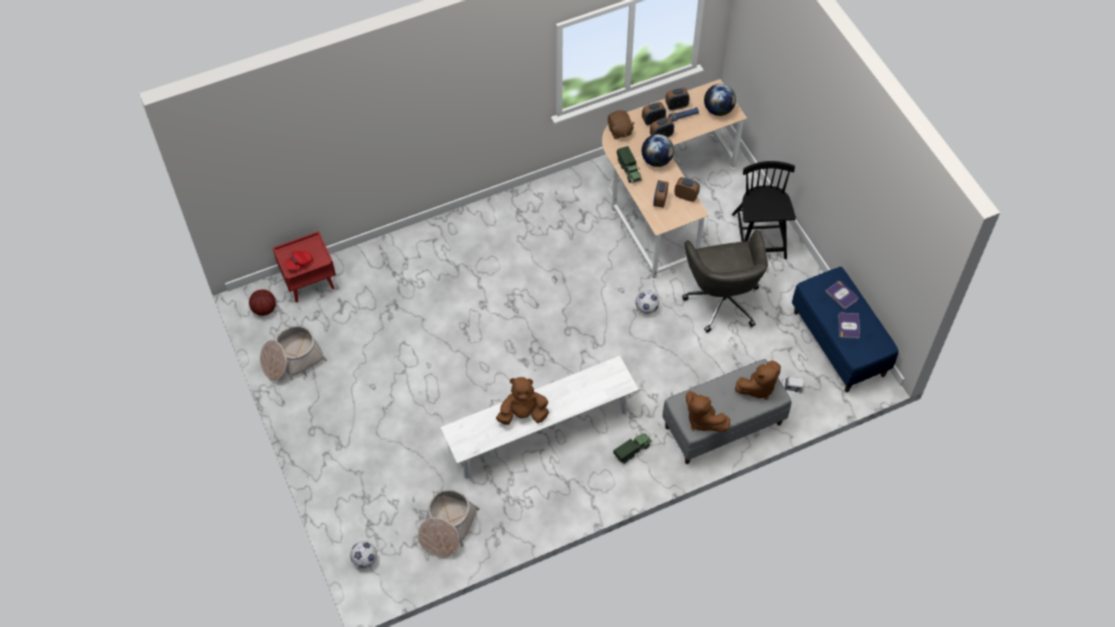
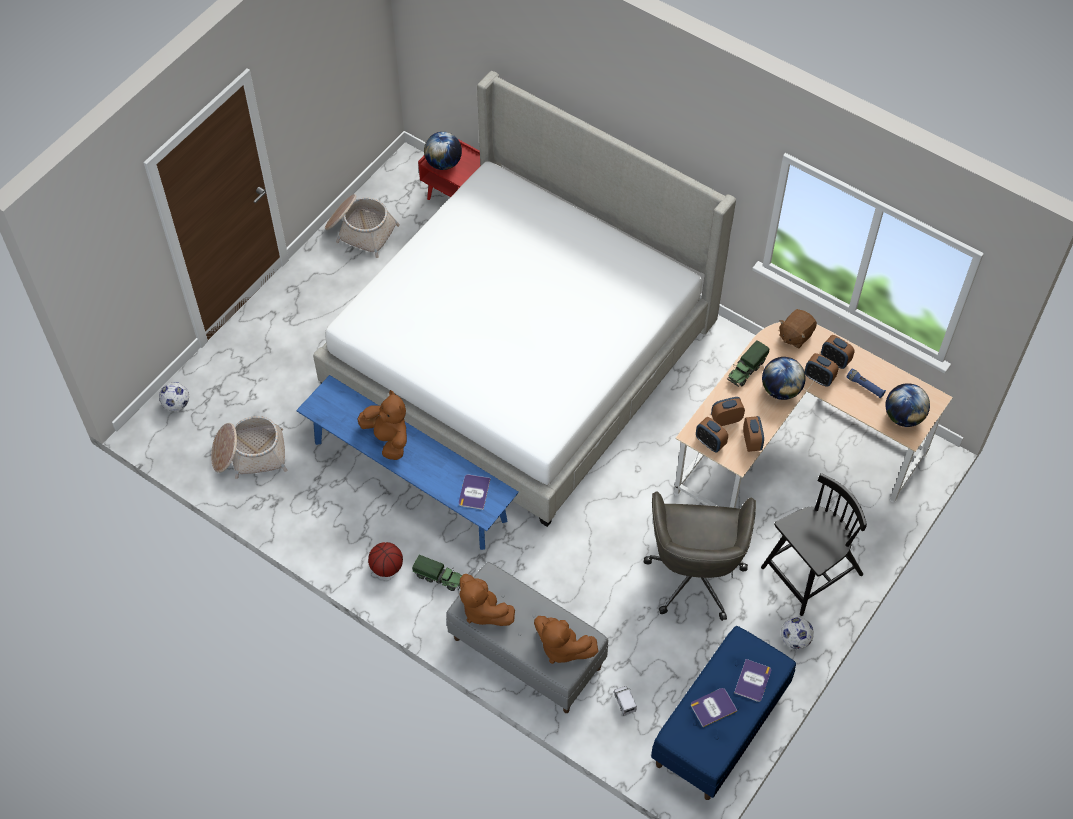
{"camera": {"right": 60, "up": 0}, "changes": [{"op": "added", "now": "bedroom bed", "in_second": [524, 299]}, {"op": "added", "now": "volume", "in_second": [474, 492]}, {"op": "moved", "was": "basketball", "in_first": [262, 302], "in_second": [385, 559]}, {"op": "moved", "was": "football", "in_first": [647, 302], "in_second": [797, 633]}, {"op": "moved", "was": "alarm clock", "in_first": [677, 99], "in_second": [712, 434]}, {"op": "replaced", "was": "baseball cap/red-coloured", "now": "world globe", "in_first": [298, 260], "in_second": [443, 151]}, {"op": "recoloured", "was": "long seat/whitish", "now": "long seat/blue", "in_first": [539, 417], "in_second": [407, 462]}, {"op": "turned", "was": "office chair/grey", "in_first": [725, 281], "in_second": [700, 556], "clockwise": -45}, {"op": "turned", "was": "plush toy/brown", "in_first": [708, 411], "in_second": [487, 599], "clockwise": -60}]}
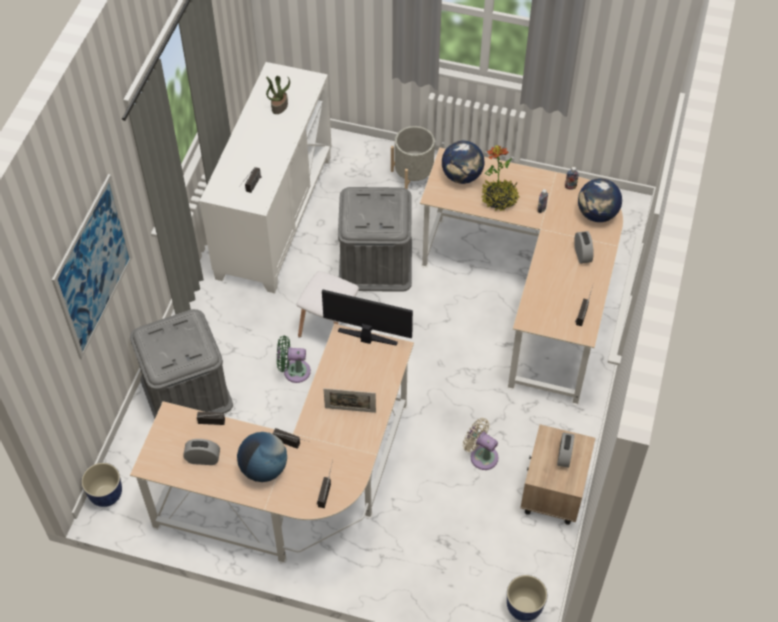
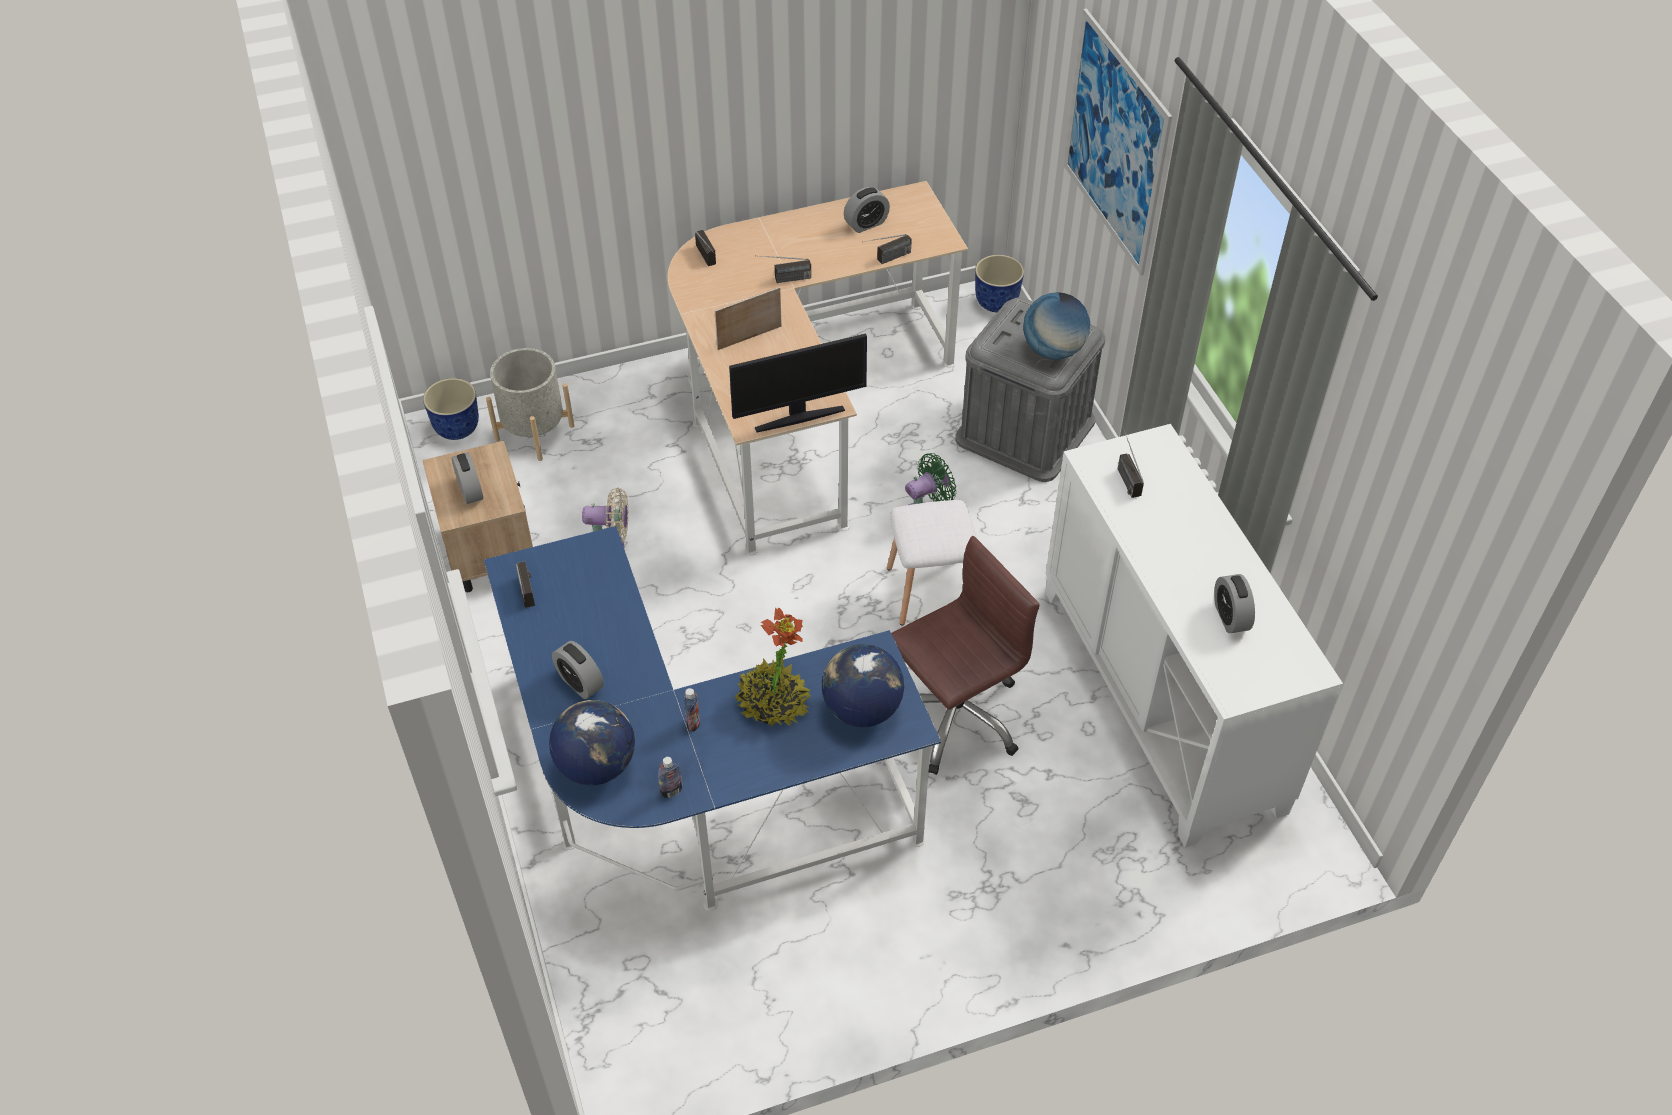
{"camera": {"right": 145, "up": -5}, "changes": [{"op": "moved", "was": "world globe", "in_first": [262, 457], "in_second": [1056, 326]}, {"op": "moved", "was": "planter/grey", "in_first": [413, 158], "in_second": [530, 404]}, {"op": "replaced", "was": "potted plant", "now": "alarm clock", "in_first": [278, 95], "in_second": [1234, 603]}, {"op": "replaced", "was": "storage box/grey", "now": "office chair/brown", "in_first": [375, 239], "in_second": [965, 655]}, {"op": "recoloured", "was": "desk/beige", "now": "desk/blue", "in_first": [521, 276], "in_second": [712, 718]}]}
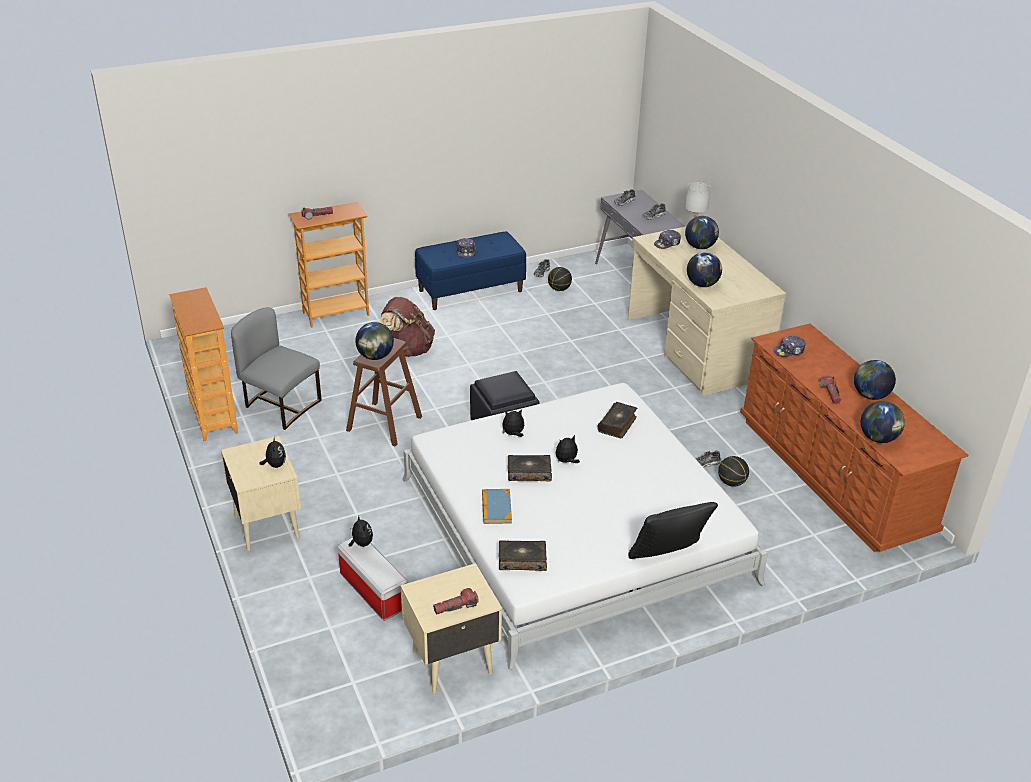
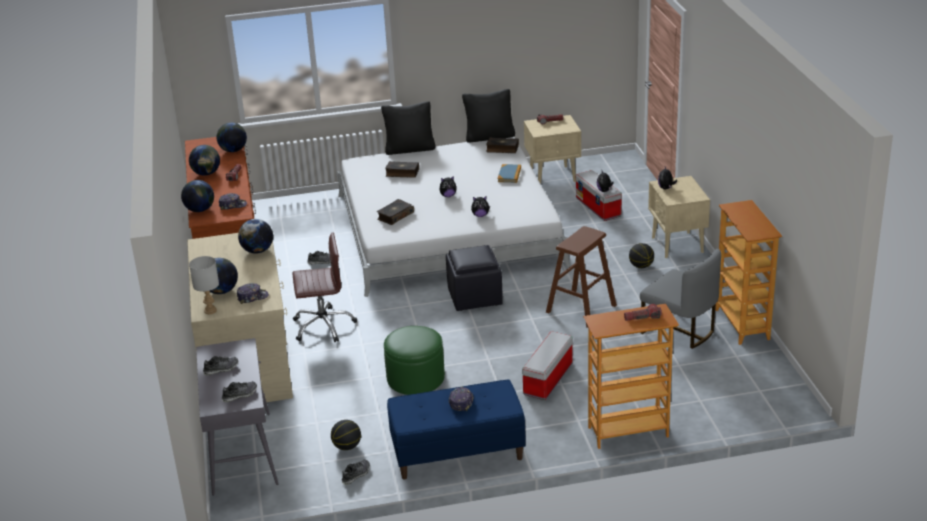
{"camera": {"right": -165, "up": -5}, "changes": [{"op": "added", "now": "office chair/brown", "in_second": [324, 287]}, {"op": "added", "now": "ottoman/green-coloured", "in_second": [414, 360]}, {"op": "added", "now": "pillow/black", "in_second": [488, 116]}, {"op": "moved", "was": "world globe", "in_first": [374, 341], "in_second": [197, 196]}, {"op": "moved", "was": "volume", "in_first": [530, 468], "in_second": [402, 169]}, {"op": "moved", "was": "basketball", "in_first": [733, 471], "in_second": [641, 255]}, {"op": "replaced", "was": "knapsack/brown", "now": "storage box", "in_first": [407, 326], "in_second": [547, 365]}]}
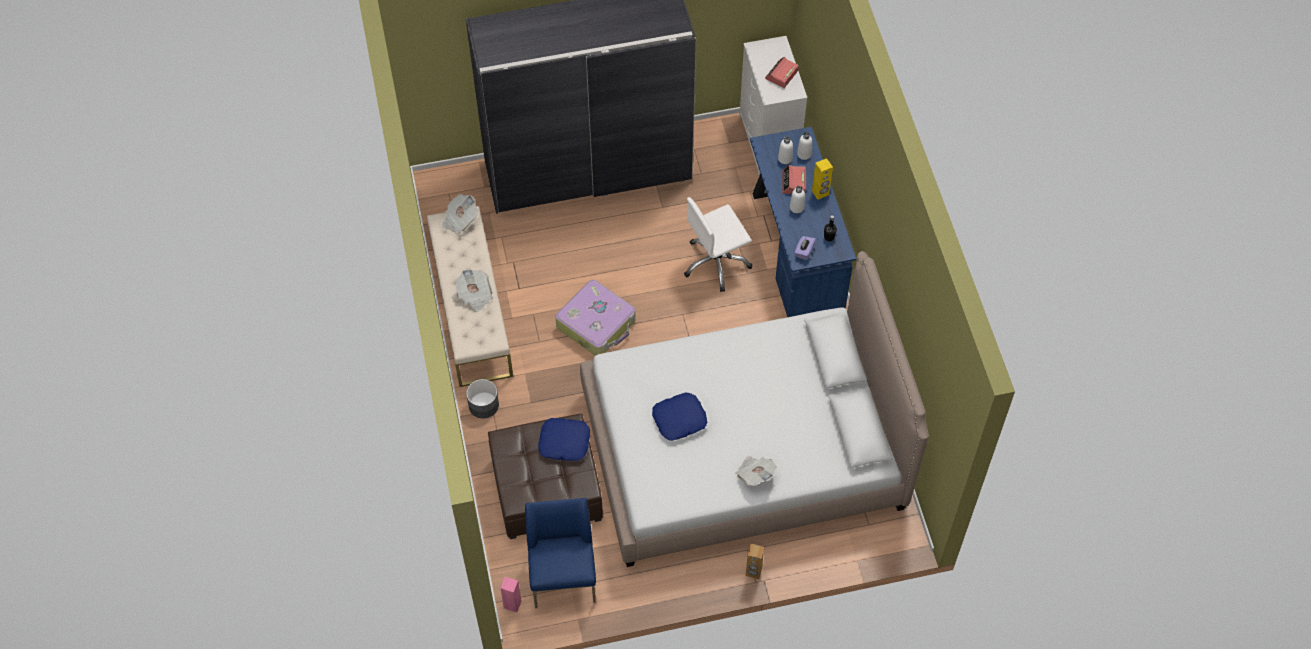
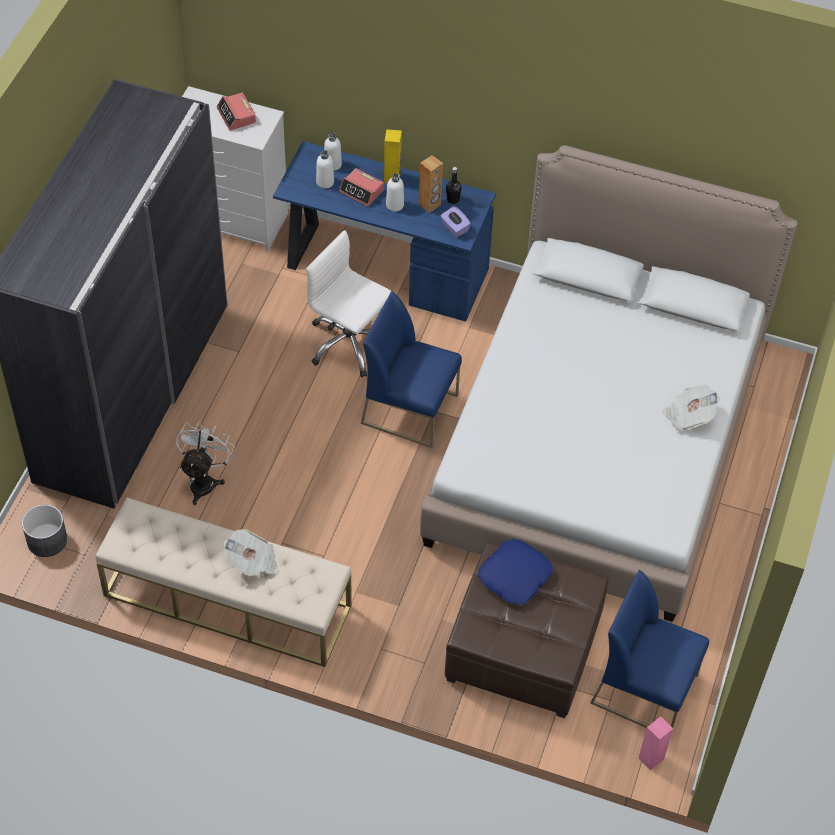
{"camera": {"right": -60, "up": -5}, "changes": [{"op": "removed", "was": "printed paper", "in_first": [460, 214]}, {"op": "removed", "was": "suitcase", "in_first": [596, 318]}, {"op": "removed", "was": "pillow/blue", "in_first": [679, 416]}, {"op": "added", "now": "cooling fan/whitish", "in_second": [205, 463]}, {"op": "added", "now": "chair/blue", "in_second": [411, 369]}, {"op": "moved", "was": "planter/grey", "in_first": [482, 399], "in_second": [44, 530]}, {"op": "moved", "was": "audio speaker/brown", "in_first": [754, 561], "in_second": [431, 184]}, {"op": "turned", "was": "office chair/whitish", "in_first": [718, 244], "in_second": [348, 303], "clockwise": 120}]}
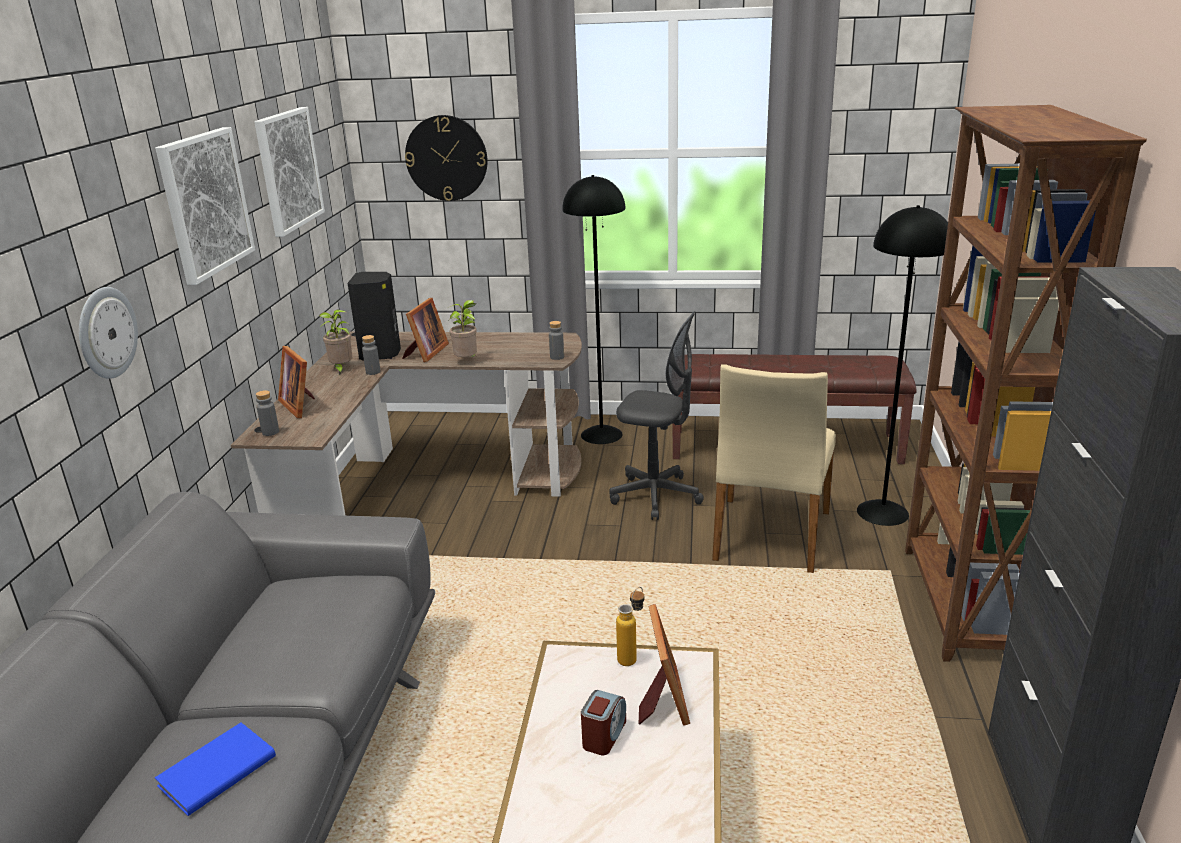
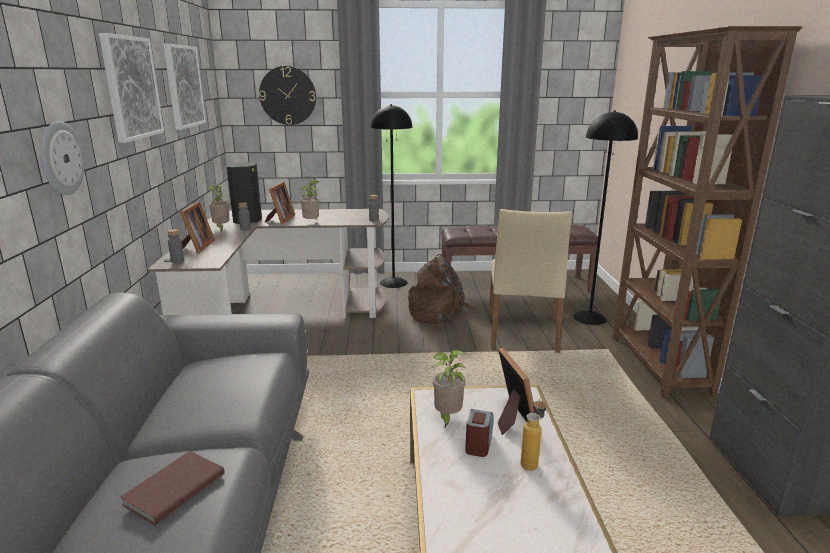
{"camera": {"right": -10, "up": -5}, "changes": [{"op": "added", "now": "potted plant", "in_second": [449, 389]}, {"op": "moved", "was": "beverage bottle", "in_first": [630, 626], "in_second": [533, 434]}, {"op": "replaced", "was": "office chair/grey", "now": "knapsack/brown", "in_first": [656, 415], "in_second": [444, 291]}, {"op": "recoloured", "was": "volume/blue", "now": "volume/brown", "in_first": [215, 769], "in_second": [172, 488]}, {"op": "turned", "was": "picture frame", "in_first": [296, 382], "in_second": [197, 227], "clockwise": -135}]}
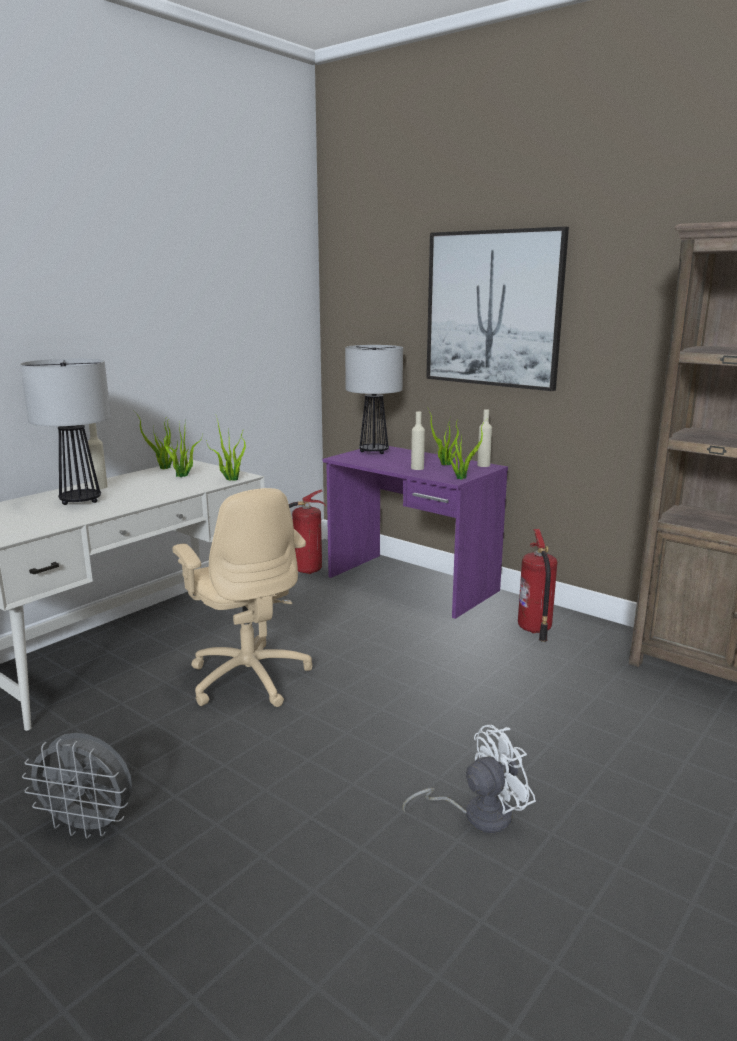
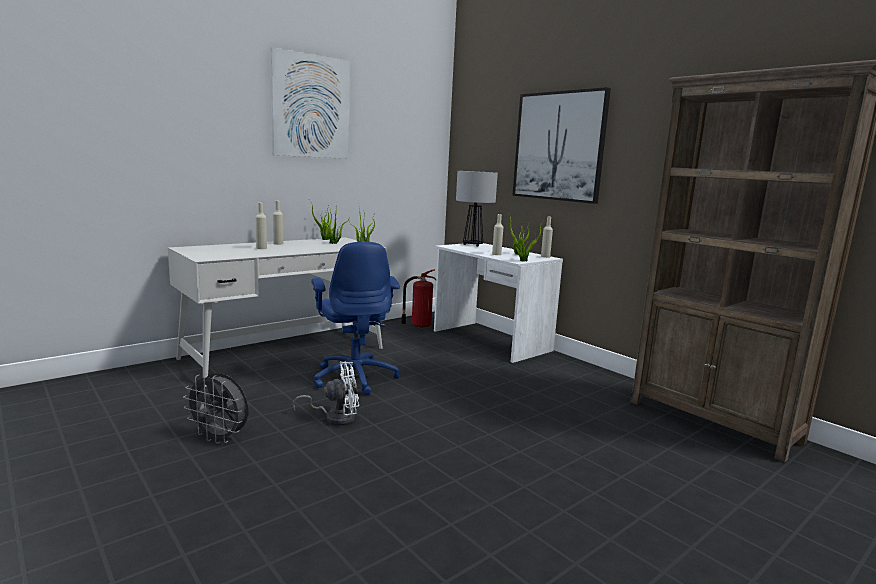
{"camera": {"right": 10, "up": -5}, "changes": [{"op": "removed", "was": "extinguisher", "in_first": [537, 585]}, {"op": "added", "now": "wall art", "in_second": [310, 103]}, {"op": "moved", "was": "cooling fan/whitish", "in_first": [469, 779], "in_second": [326, 394]}, {"op": "replaced", "was": "tabletop lamp", "now": "beverage bottle/beige", "in_first": [65, 431], "in_second": [261, 226]}, {"op": "recoloured", "was": "office chair/beige", "now": "office chair/blue", "in_first": [242, 597], "in_second": [355, 318]}, {"op": "recoloured", "was": "desk/purple", "now": "desk/whitish", "in_first": [415, 532], "in_second": [498, 303]}]}
